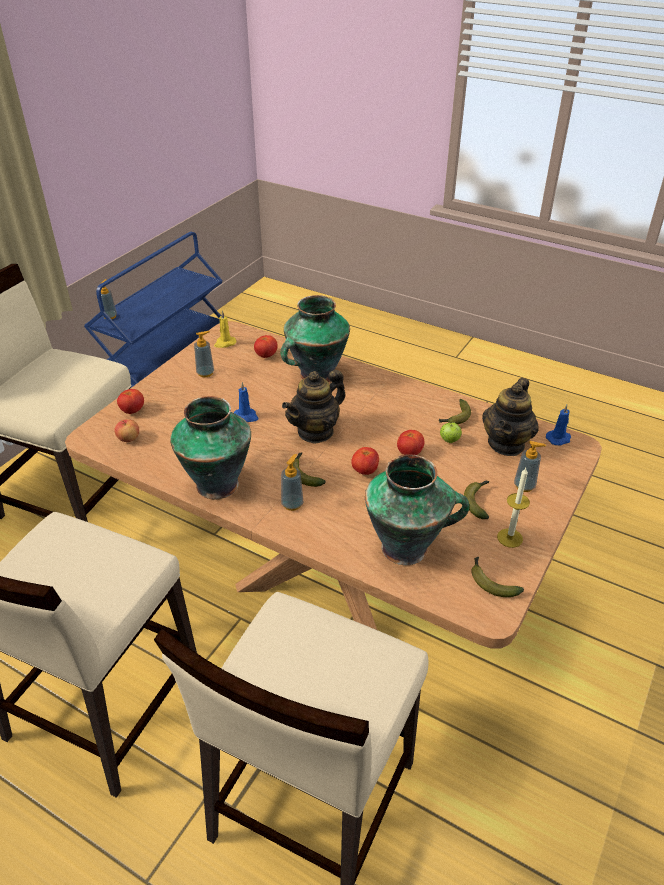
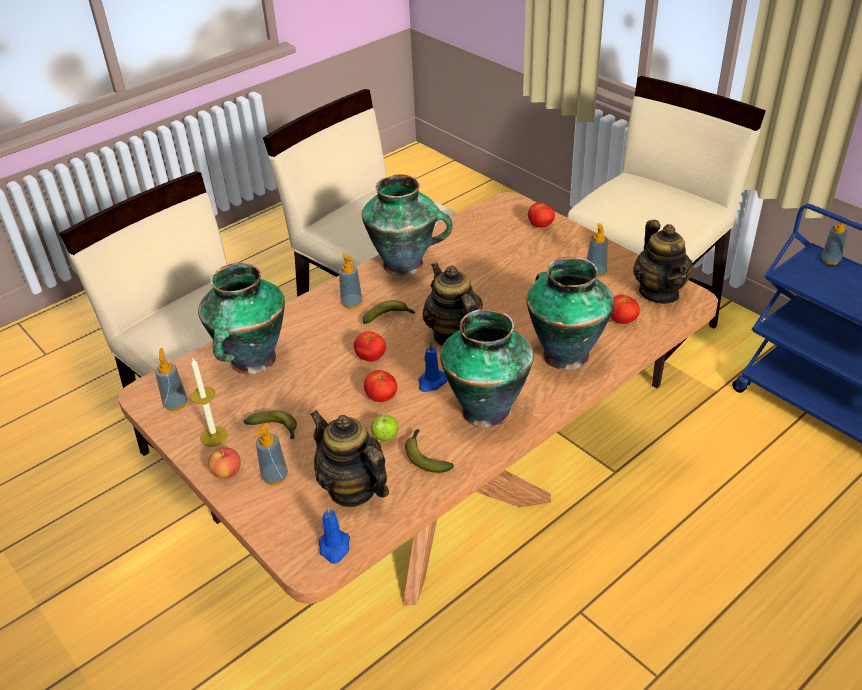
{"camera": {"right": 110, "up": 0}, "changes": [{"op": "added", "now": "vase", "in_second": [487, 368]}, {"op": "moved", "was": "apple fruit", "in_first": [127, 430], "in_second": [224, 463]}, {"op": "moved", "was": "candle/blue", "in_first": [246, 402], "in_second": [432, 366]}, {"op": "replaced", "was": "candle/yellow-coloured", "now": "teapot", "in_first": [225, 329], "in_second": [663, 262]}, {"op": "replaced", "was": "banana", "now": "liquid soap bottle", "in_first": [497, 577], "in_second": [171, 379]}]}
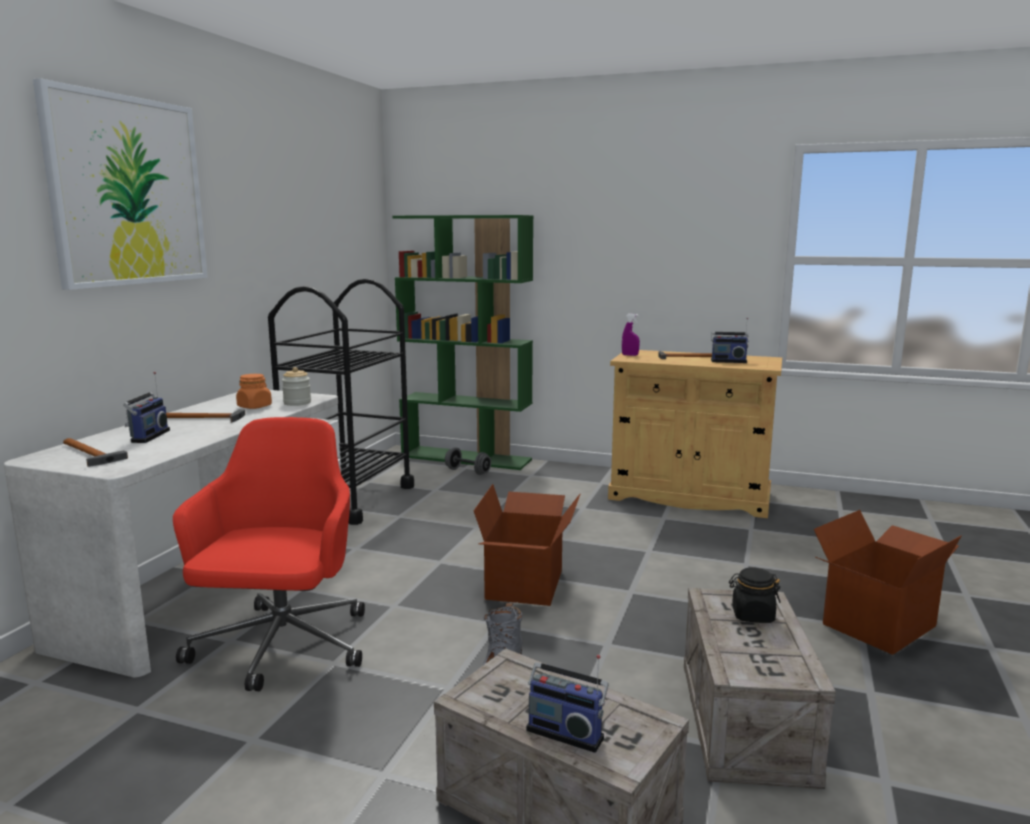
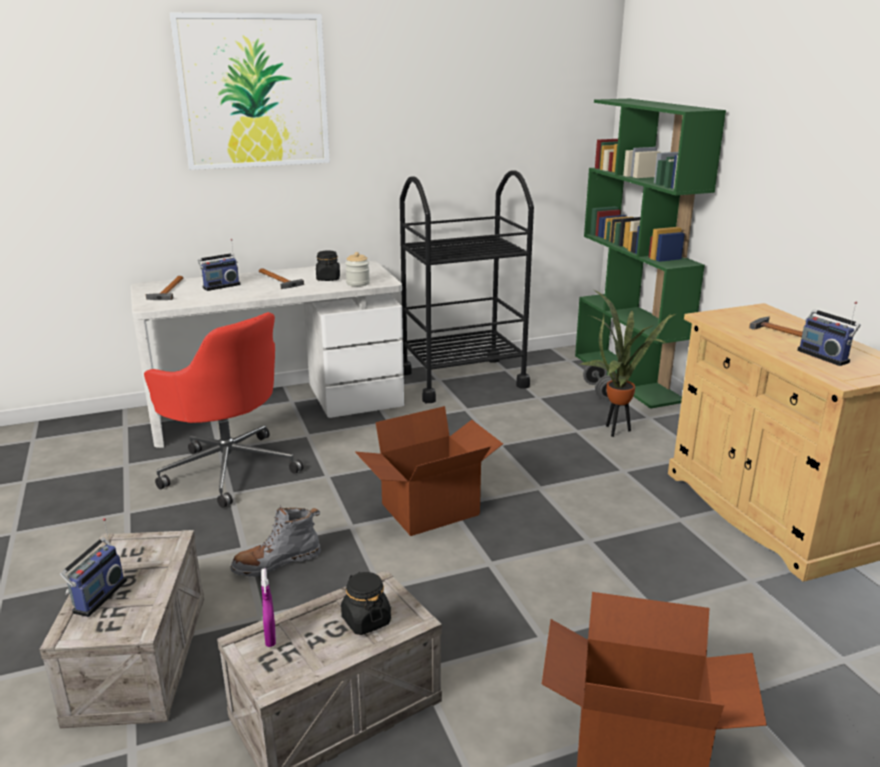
{"camera": {"right": 50, "up": 10}, "changes": [{"op": "added", "now": "potted plant", "in_second": [627, 363]}, {"op": "moved", "was": "sprayer/purple", "in_first": [631, 335], "in_second": [268, 607]}, {"op": "recoloured", "was": "jar/orange-coloured", "now": "jar/black", "in_first": [254, 391], "in_second": [328, 265]}, {"op": "turned", "was": "office chair/red-coloured", "in_first": [269, 554], "in_second": [223, 410], "clockwise": 75}, {"op": "turned", "was": "radio", "in_first": [567, 704], "in_second": [93, 567], "clockwise": -150}]}
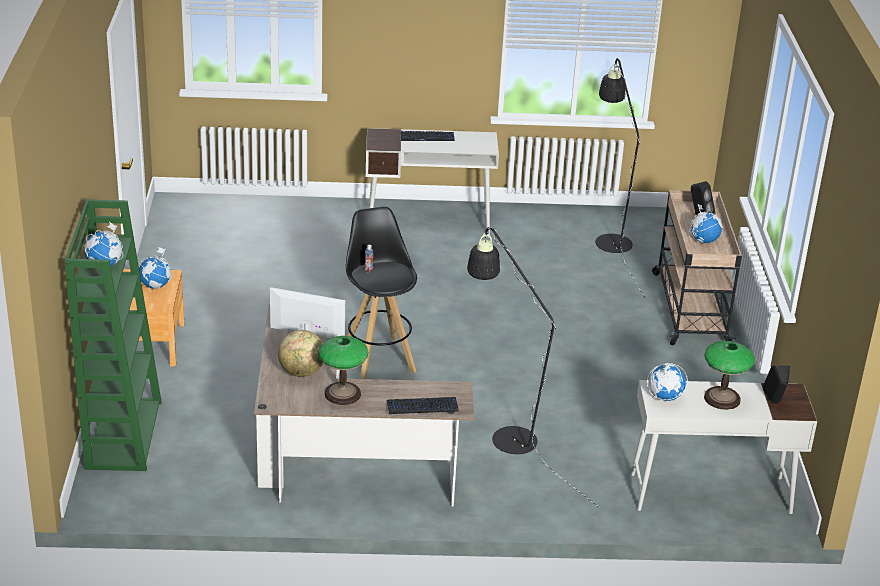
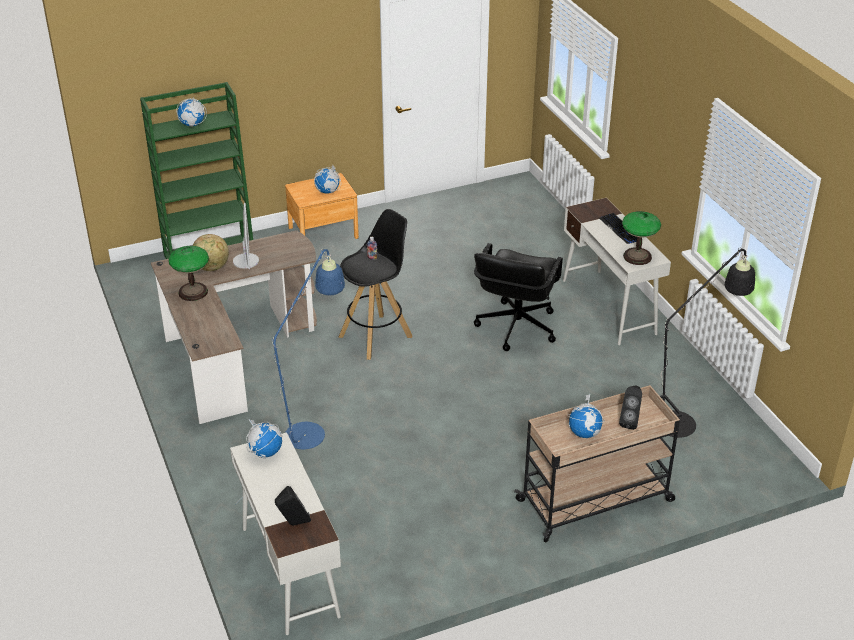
{"camera": {"right": 70, "up": 5}, "changes": [{"op": "removed", "was": "keyboard", "in_first": [422, 405]}, {"op": "added", "now": "office chair/black", "in_second": [518, 297]}, {"op": "moved", "was": "tabletop lamp", "in_first": [729, 375], "in_second": [641, 238]}, {"op": "recoloured", "was": "floor lamp/black", "now": "floor lamp/blue", "in_first": [533, 367], "in_second": [290, 376]}]}
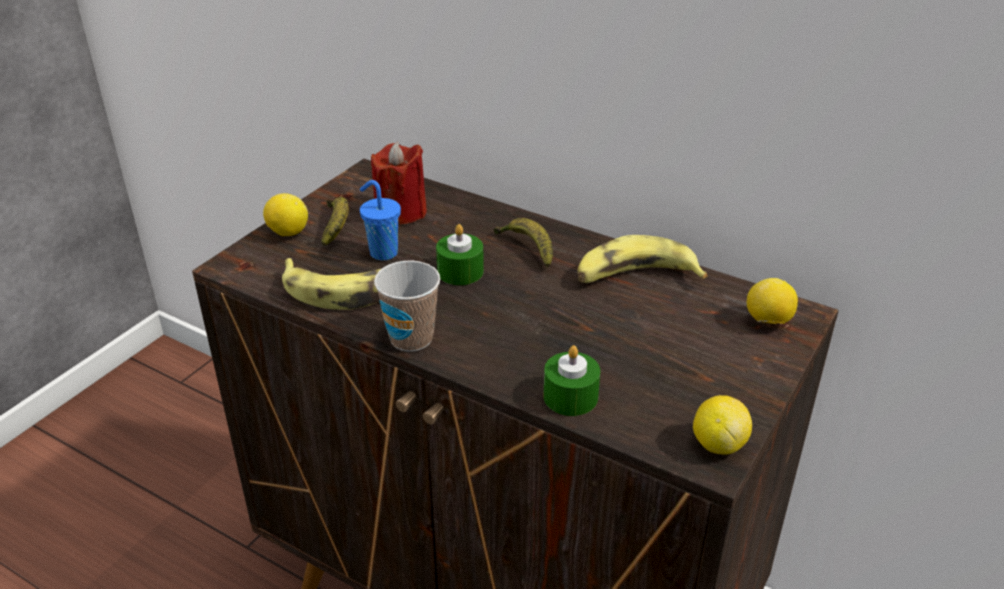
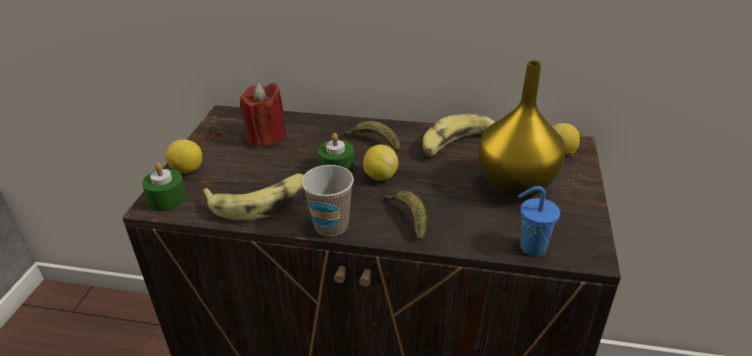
{"camera": {"right": -20, "up": 0}, "changes": [{"op": "added", "now": "vase/yellow-coloured", "in_second": [521, 129]}, {"op": "moved", "was": "banana", "in_first": [335, 221], "in_second": [405, 216]}, {"op": "moved", "was": "cup/blue", "in_first": [380, 220], "in_second": [539, 221]}, {"op": "moved", "was": "candle/green-coloured", "in_first": [572, 380], "in_second": [164, 186]}, {"op": "moved", "was": "citrus fruit", "in_first": [722, 424], "in_second": [380, 163]}]}
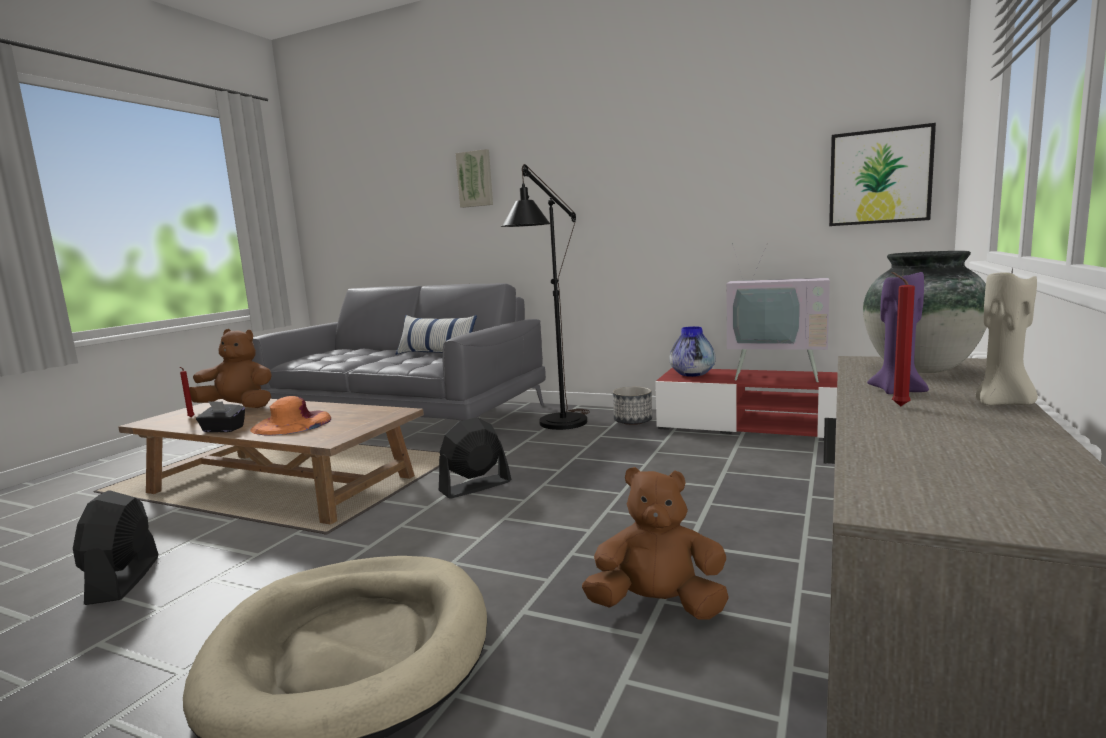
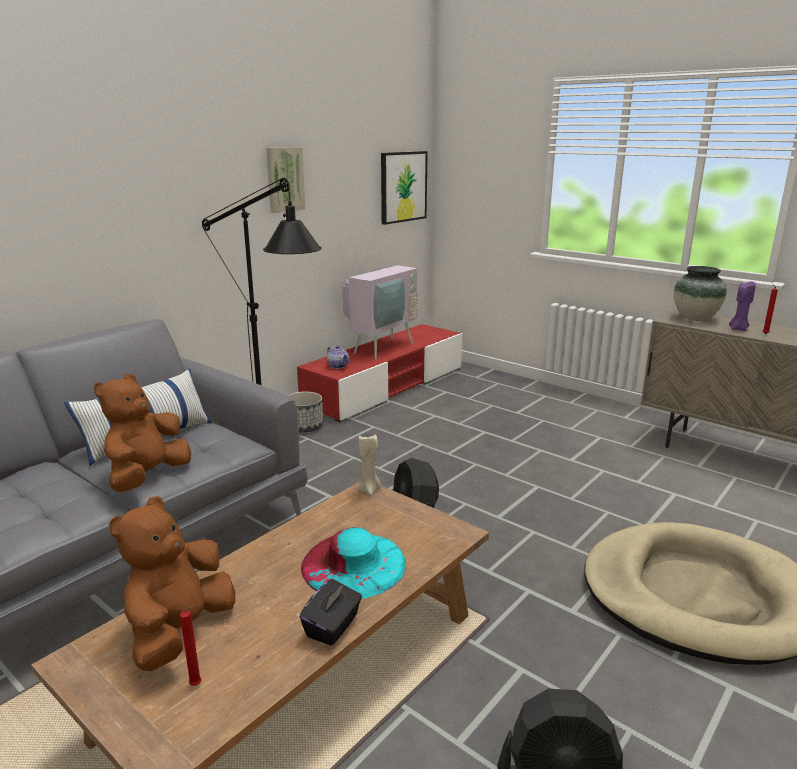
{"camera": {"right": -75, "up": 10}, "changes": [{"op": "moved", "was": "wall art", "in_first": [474, 178], "in_second": [285, 180]}, {"op": "moved", "was": "plush toy/brown", "in_first": [655, 543], "in_second": [142, 432]}, {"op": "moved", "was": "candle/beige", "in_first": [1006, 336], "in_second": [369, 465]}, {"op": "replaced", "was": "vase", "now": "teapot", "in_first": [692, 351], "in_second": [338, 357]}, {"op": "recoloured", "was": "clothing hat/orange-coloured", "now": "clothing hat/turquoise-coloured", "in_first": [290, 415], "in_second": [353, 563]}]}
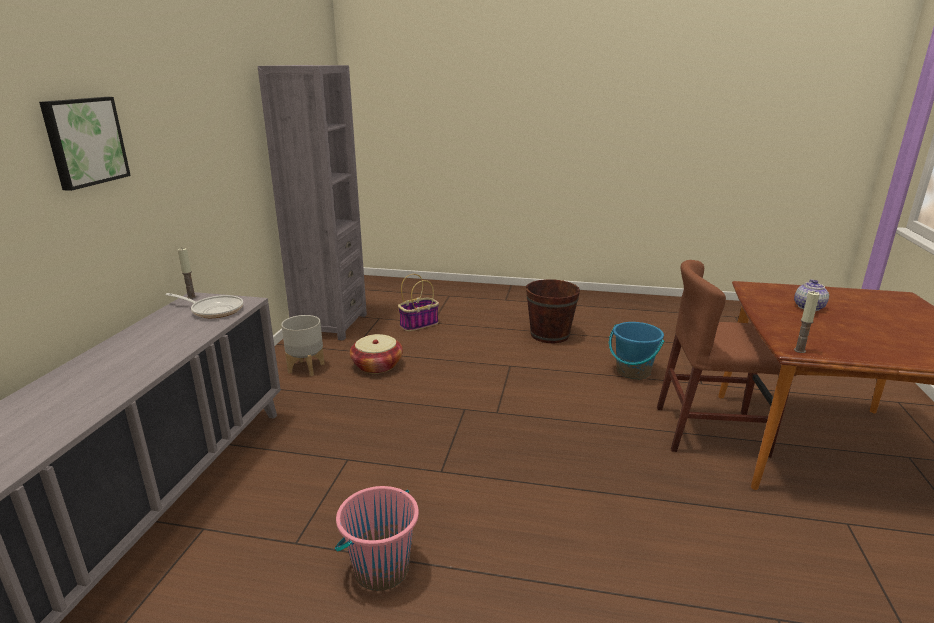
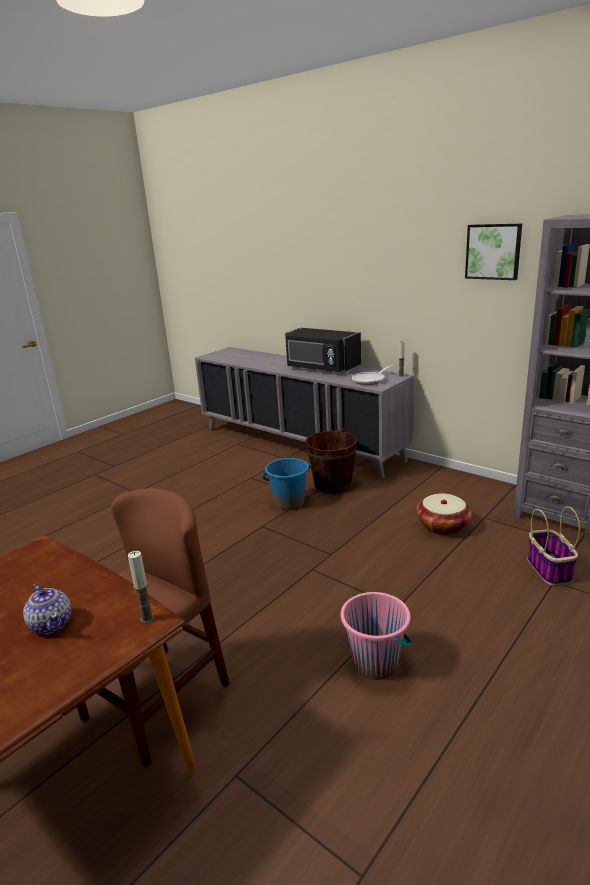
{"camera": {"right": 120, "up": 0}, "changes": [{"op": "removed", "was": "planter/grey", "in_first": [302, 345]}, {"op": "added", "now": "microwave/black", "in_second": [323, 350]}, {"op": "moved", "was": "wall art", "in_first": [85, 144], "in_second": [493, 252]}, {"op": "moved", "was": "water bucket/pinkish", "in_first": [377, 538], "in_second": [376, 636]}, {"op": "moved", "was": "water bucket/brown", "in_first": [553, 311], "in_second": [331, 461]}, {"op": "moved", "was": "water bucket/blue", "in_first": [636, 350], "in_second": [287, 484]}, {"op": "moved", "was": "candle", "in_first": [807, 322], "in_second": [141, 587]}]}
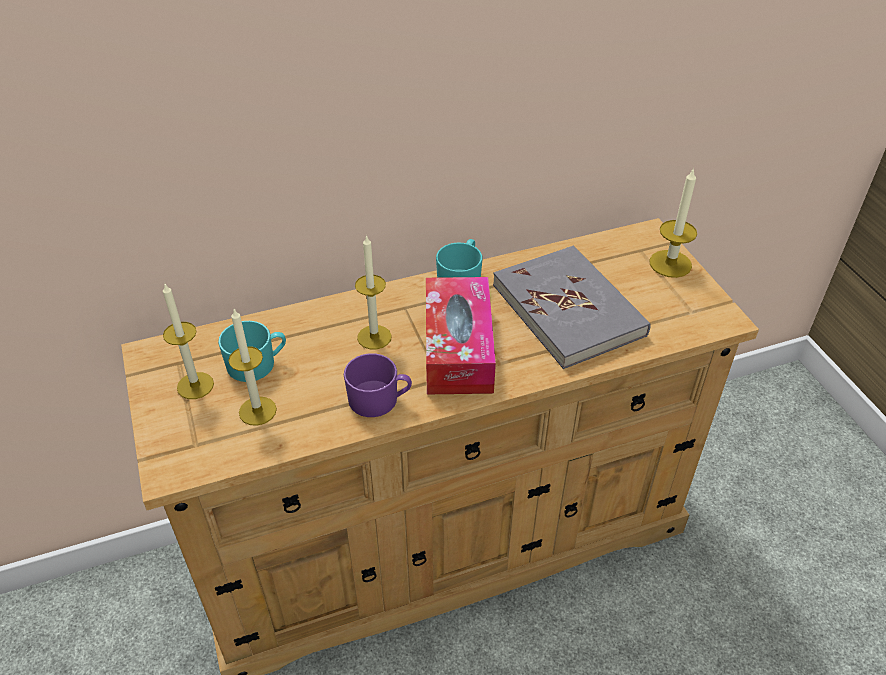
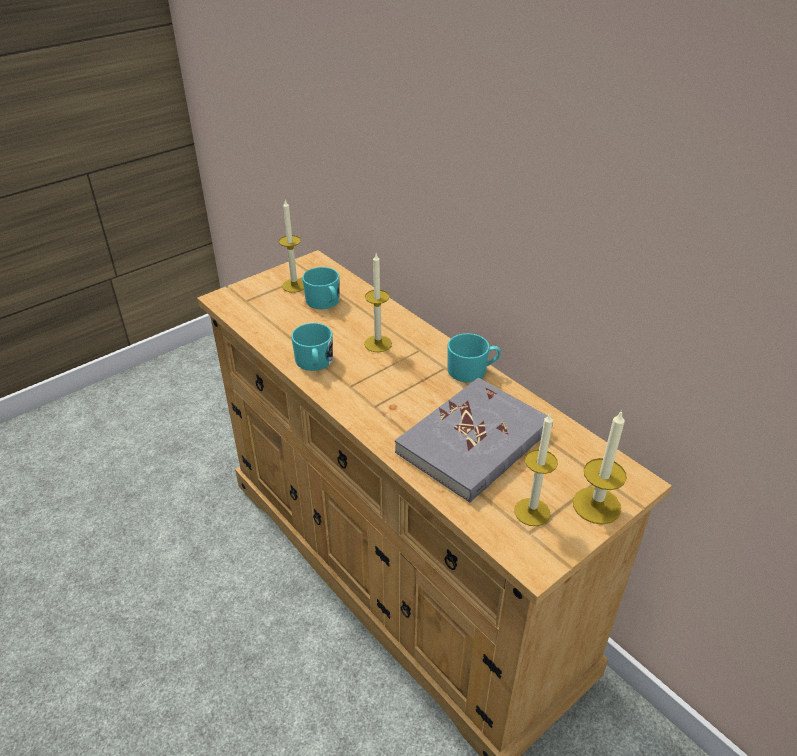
{"camera": {"right": 70, "up": -5}, "changes": [{"op": "removed", "was": "tissue box", "in_first": [461, 335]}, {"op": "moved", "was": "candle", "in_first": [253, 367], "in_second": [536, 469]}, {"op": "recoloured", "was": "coffee mug/purple", "now": "coffee mug/turquoise-coloured", "in_first": [378, 385], "in_second": [312, 347]}]}
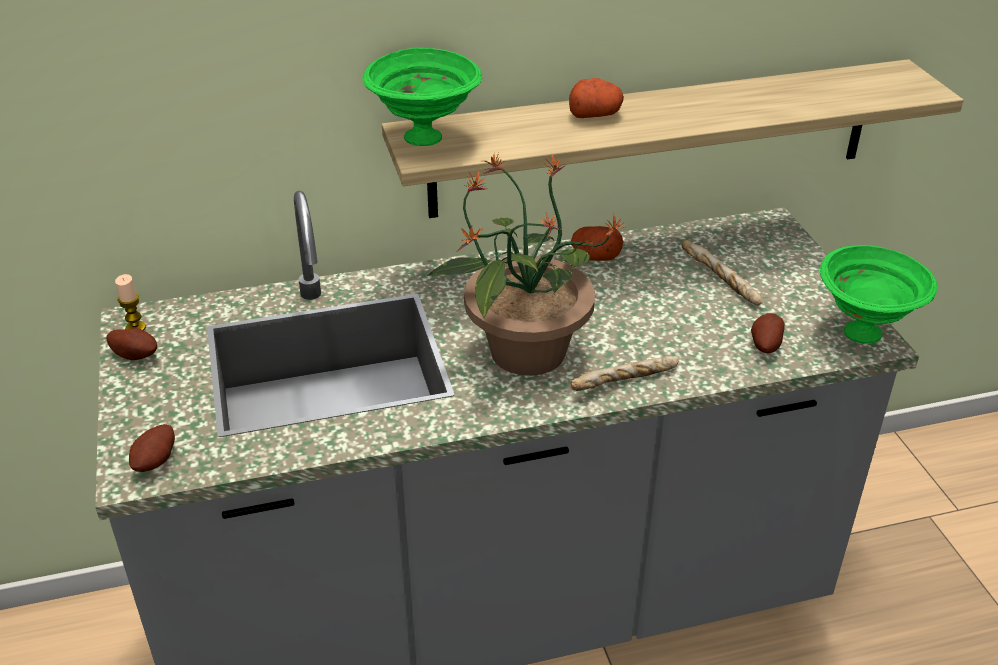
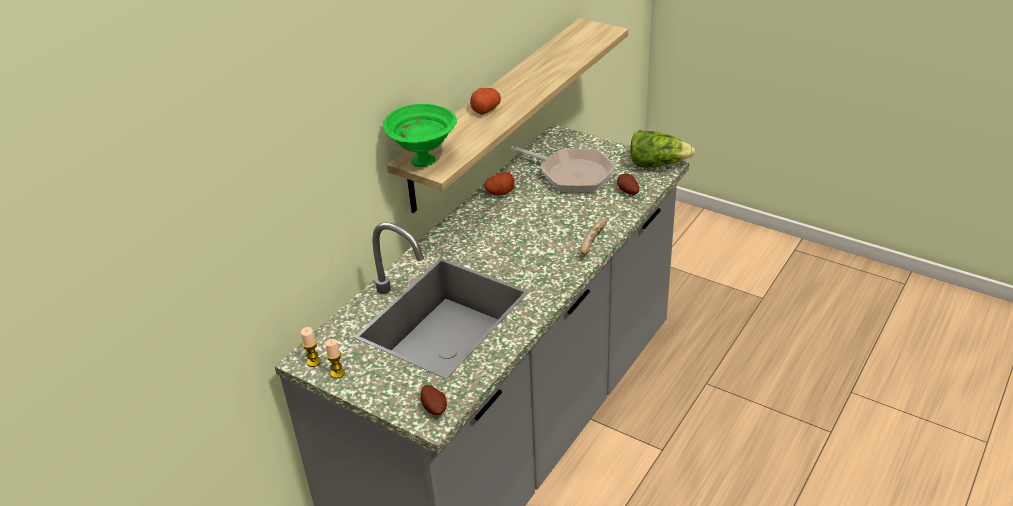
{"camera": {"right": -40, "up": 0}, "changes": [{"op": "removed", "was": "potted plant", "in_first": [525, 264]}, {"op": "replaced", "was": "spud", "now": "candle", "in_first": [131, 344], "in_second": [335, 359]}, {"op": "replaced", "was": "baked bread", "now": "frying pan", "in_first": [722, 272], "in_second": [563, 169]}, {"op": "replaced", "was": "serving bowl/green-coloured", "now": "lettuce", "in_first": [879, 294], "in_second": [662, 149]}]}
